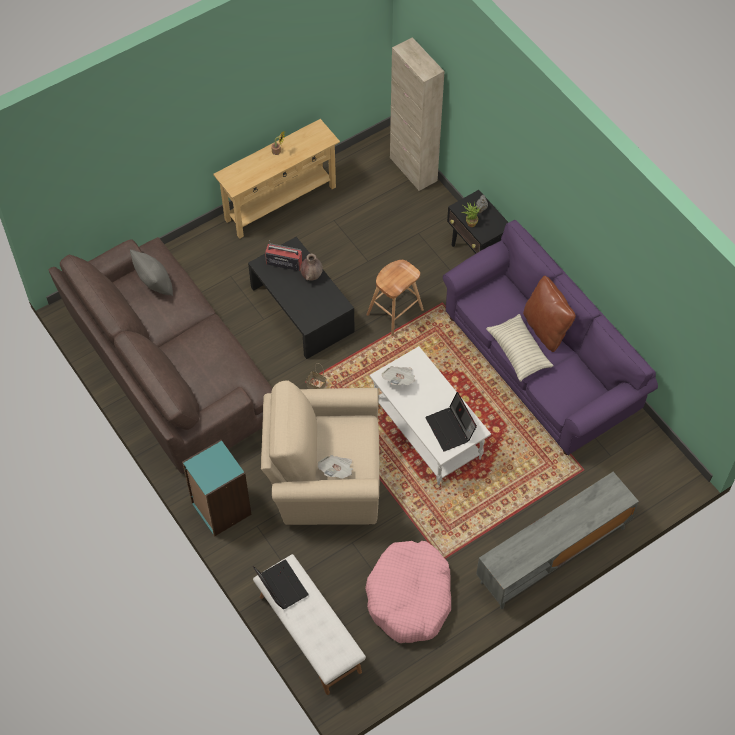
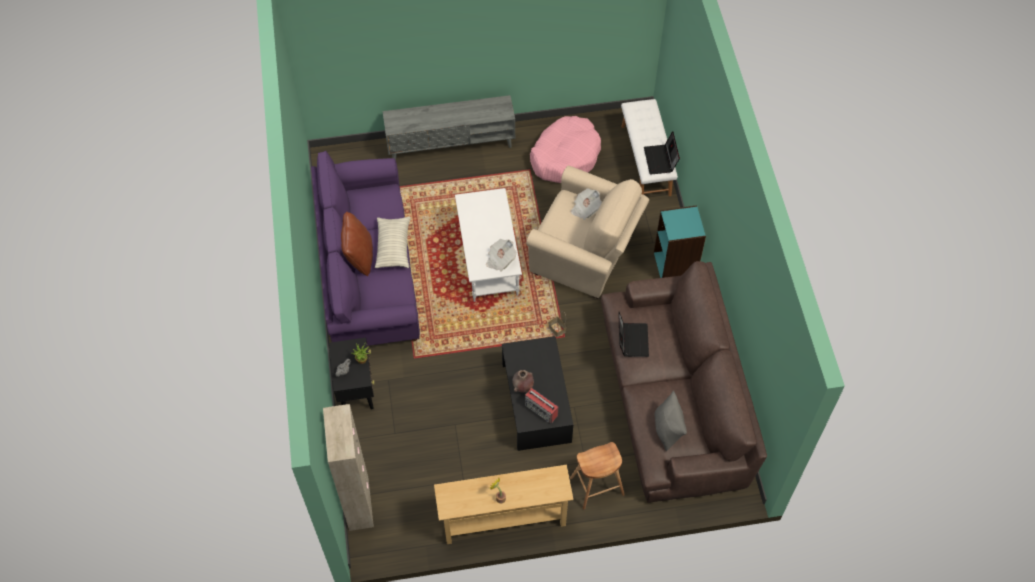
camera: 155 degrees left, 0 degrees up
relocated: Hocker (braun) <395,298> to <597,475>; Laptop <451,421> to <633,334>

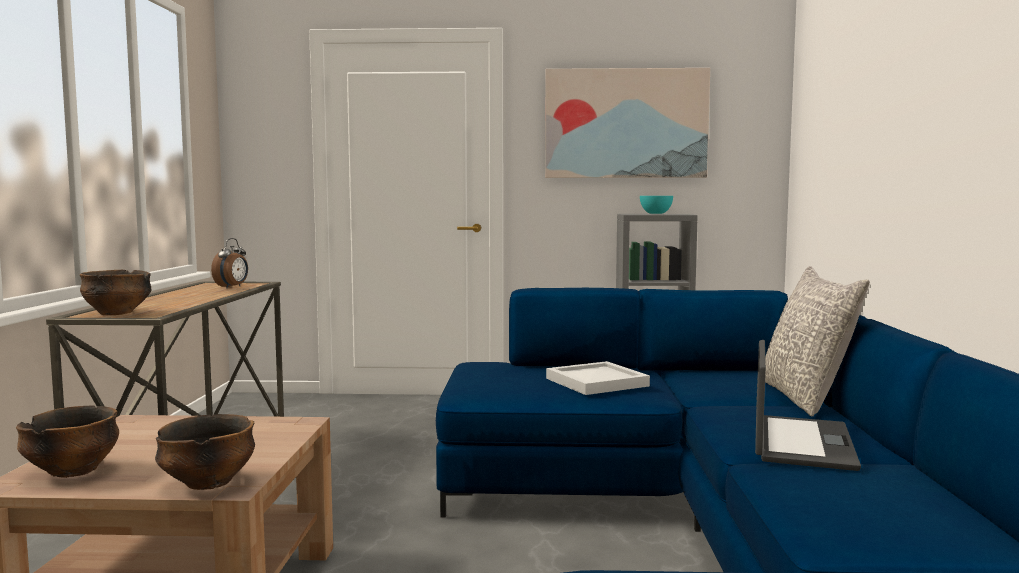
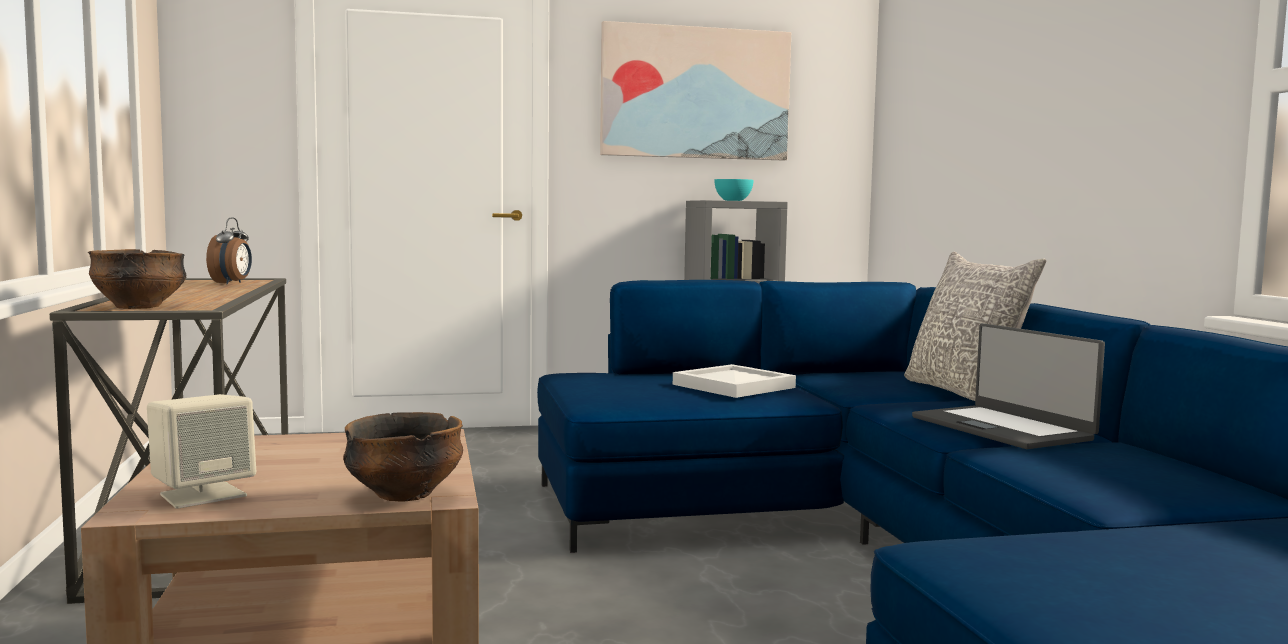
camera: 15 degrees left, 0 degrees up
exchanged: Schüssel <67,442> to Lautsprecher (beige) <201,451>
spun: Laptop <808,405> = <1008,386> 150 degrees clockwise

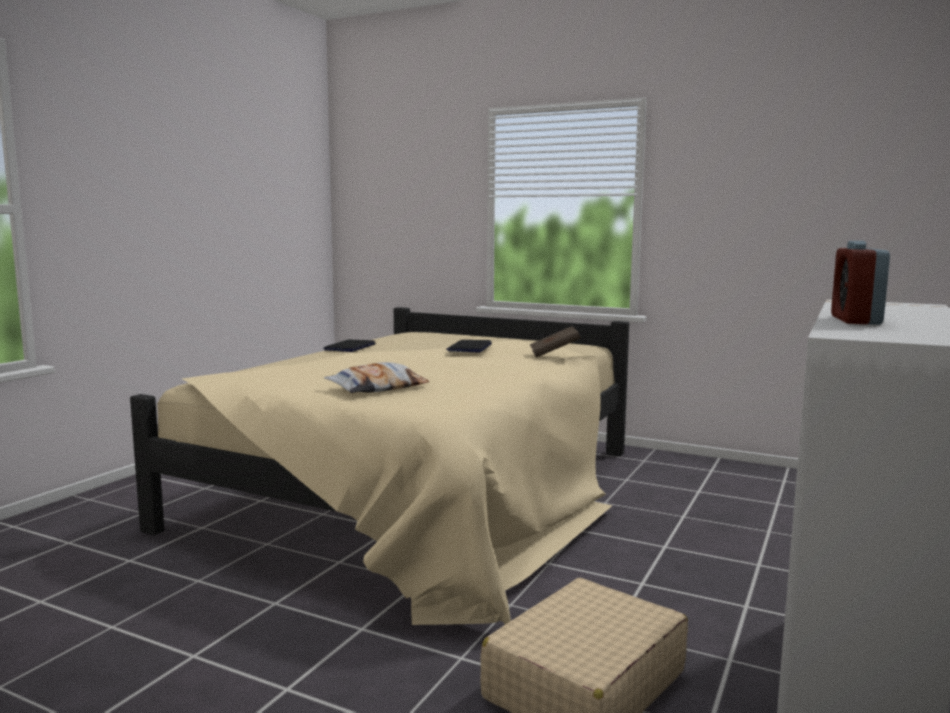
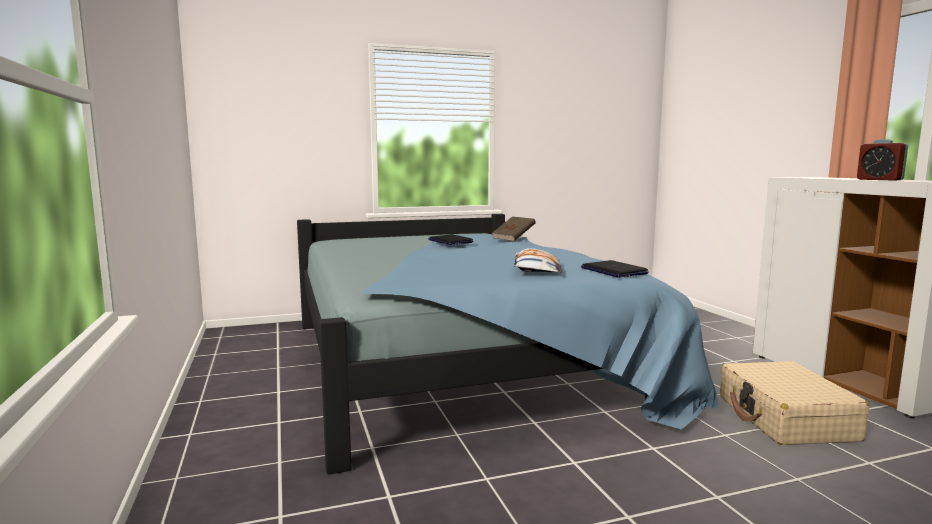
camera: 45 degrees left, 0 degrees up
relocated: Laptop <349,345> to <615,269>
colour: Bett (beige) <379,466> to Bett (blau) <508,344>

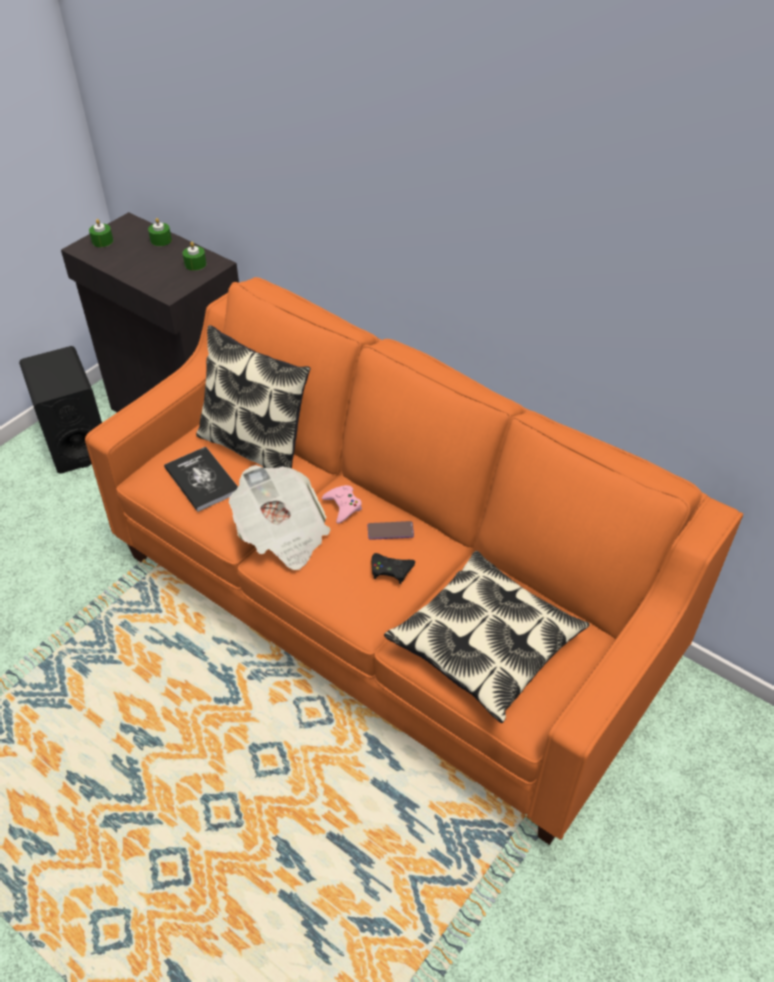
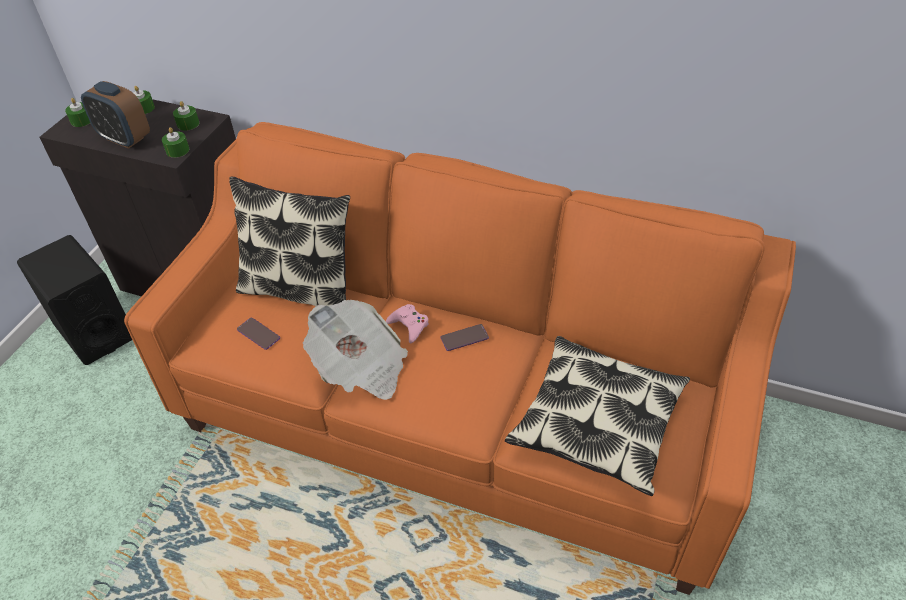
camera: 15 degrees left, 0 degrees up
missing: Gamepad (schwarz) <393,568>
appeared: Wecker <115,115>; Kerze (grün) <175,142>
exchanged: Buch <201,479> to Handy <258,334>

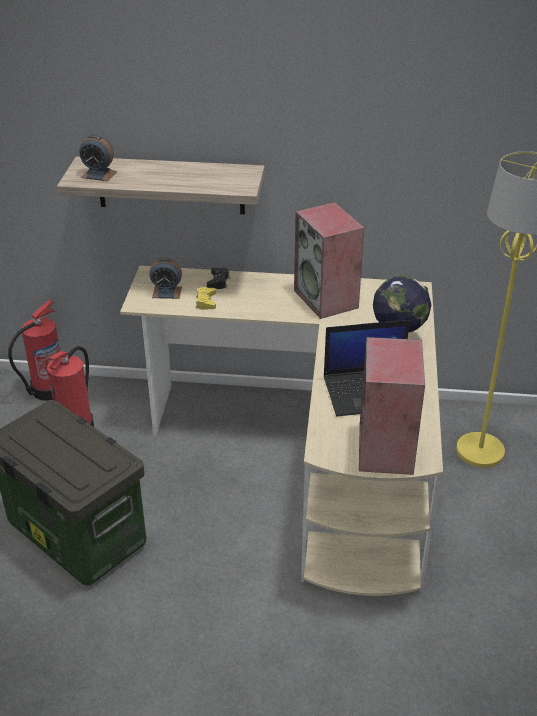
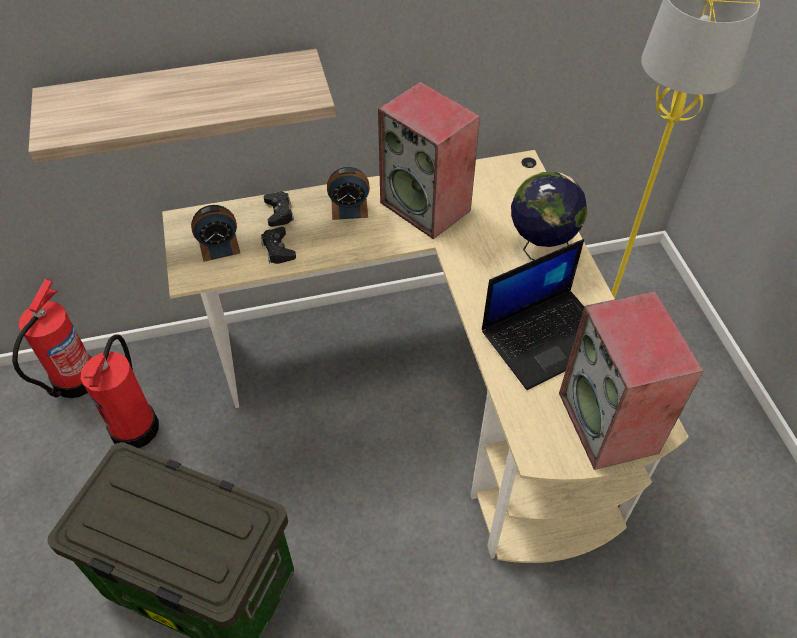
camera: 20 degrees left, 15 degrees up
relocated: Wecker <98,158> to <348,193>
colour: Gamepad (gelb) <206,298> to Gamepad (schwarz) <278,245>

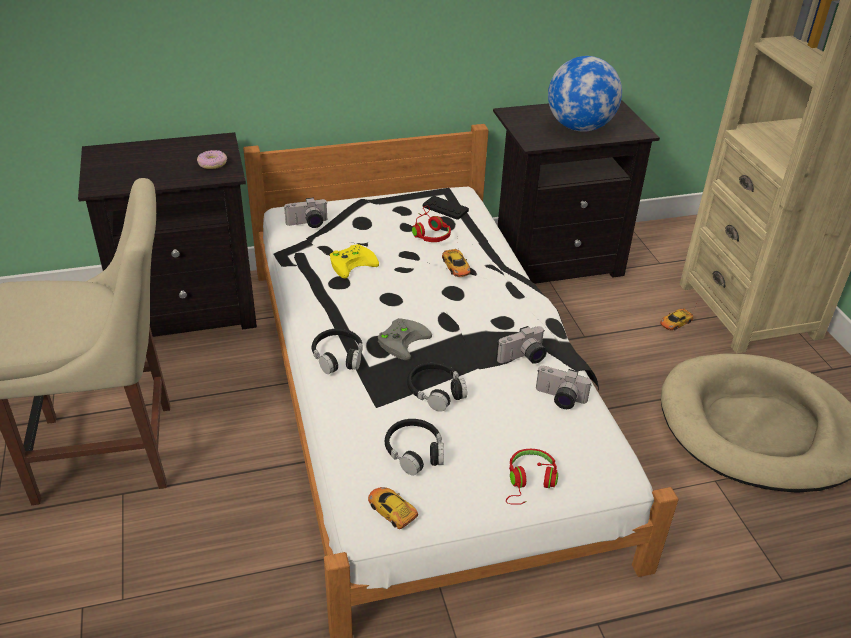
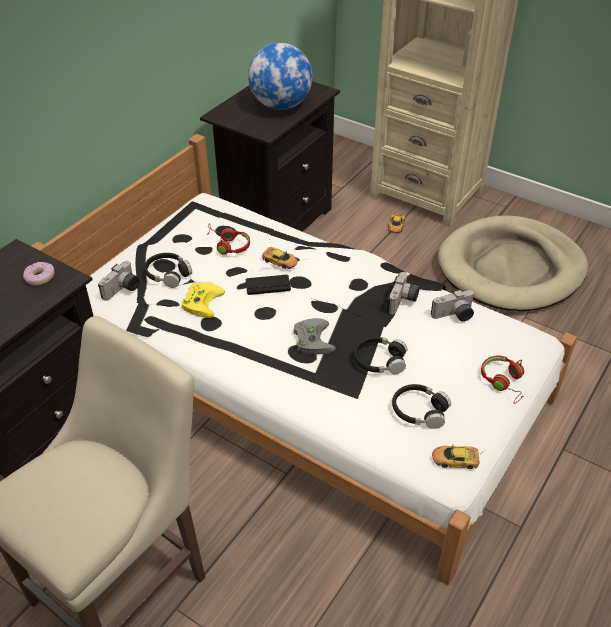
camera: 40 degrees left, 5 degrees up
relocated: Kopfhörer (schwarz) <337,351> to <168,270>; Gamepad (schwarz) <446,208> to <268,285>

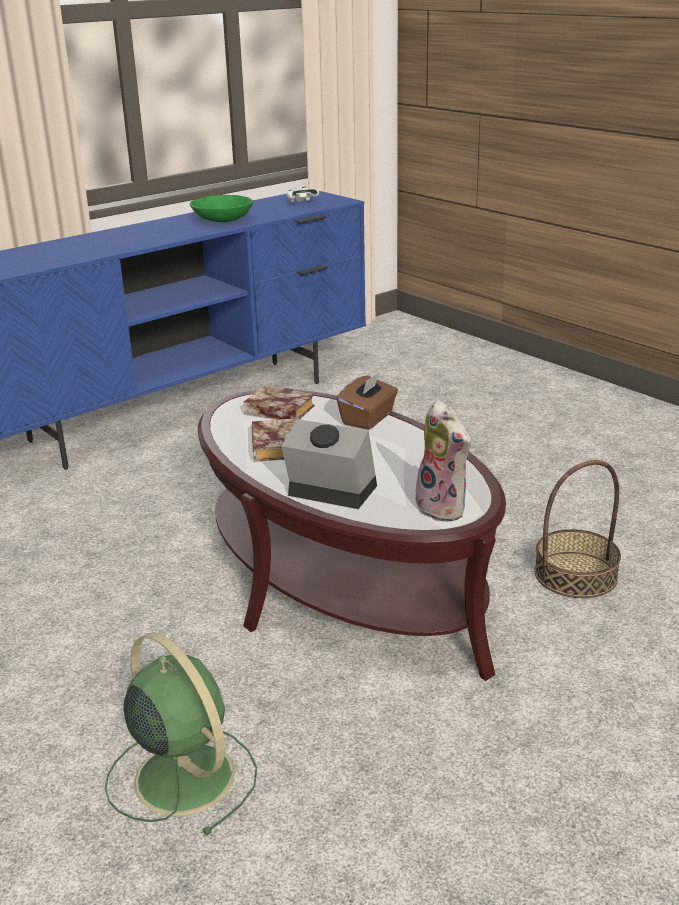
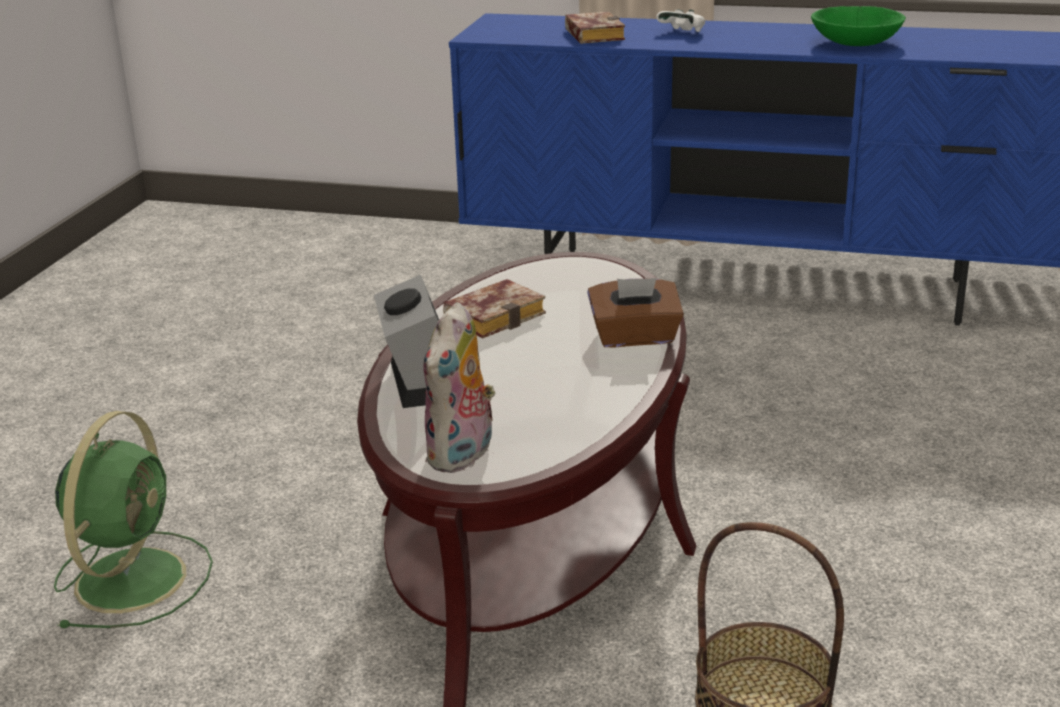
camera: 55 degrees right, 0 degrees up
relocated: Buch <279,403> to <595,27>; Gamepad (weiß) <303,194> to <680,20>

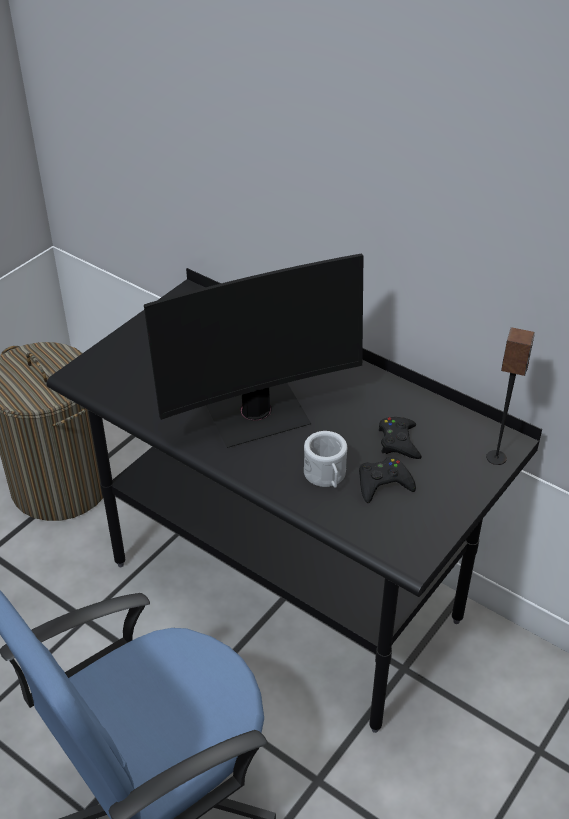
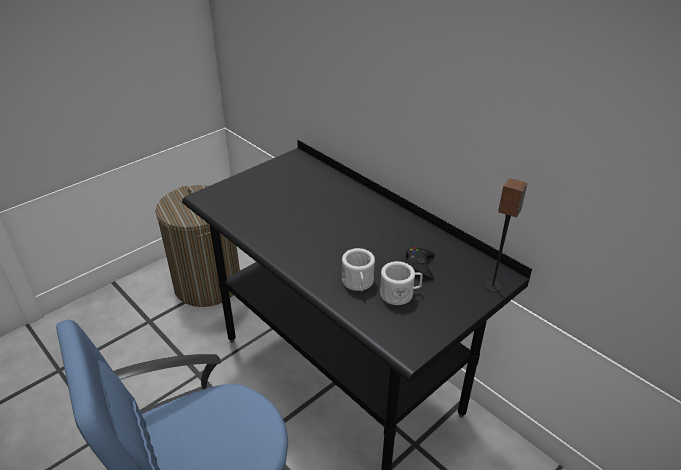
camera: 10 degrees right, 5 degrees down
missing: Monitor <253,350>
exchanged: Gamepad (schwarz) <387,480> to Henkelbecher (weiß) <401,283>

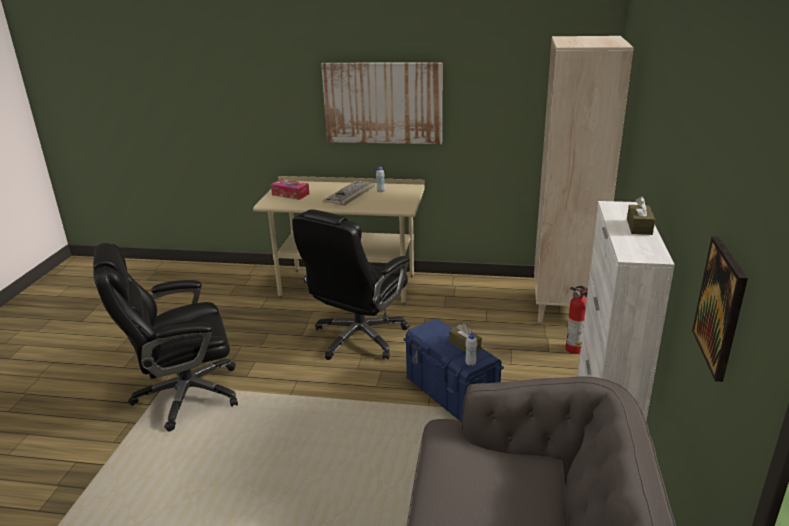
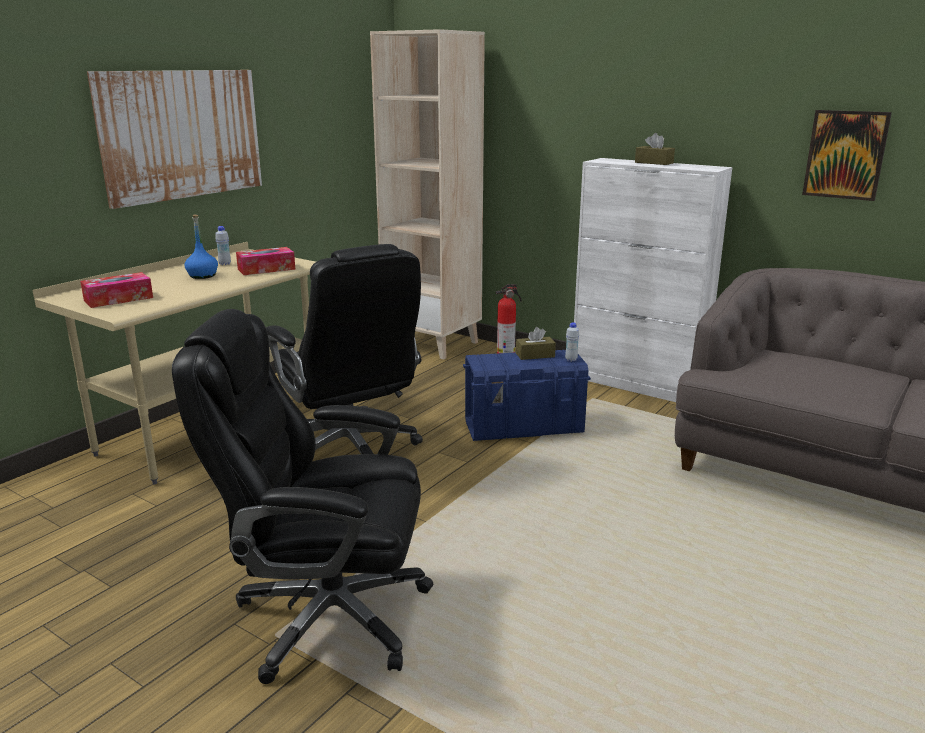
camera: 65 degrees left, 5 degrees down
appeared: Taschentuchbox <265,261>
exchanged: Tastatur <349,193> to Flasche (blau) <201,247>
spun: Bürostuhl (schwarz) <165,337> = <303,496> 90 degrees clockwise

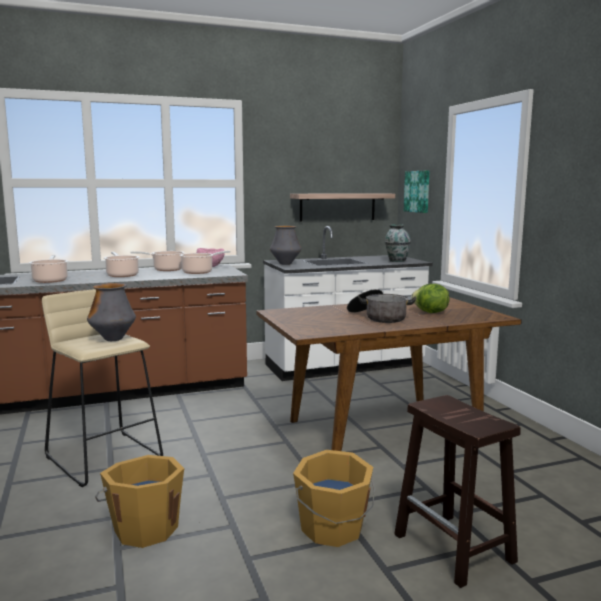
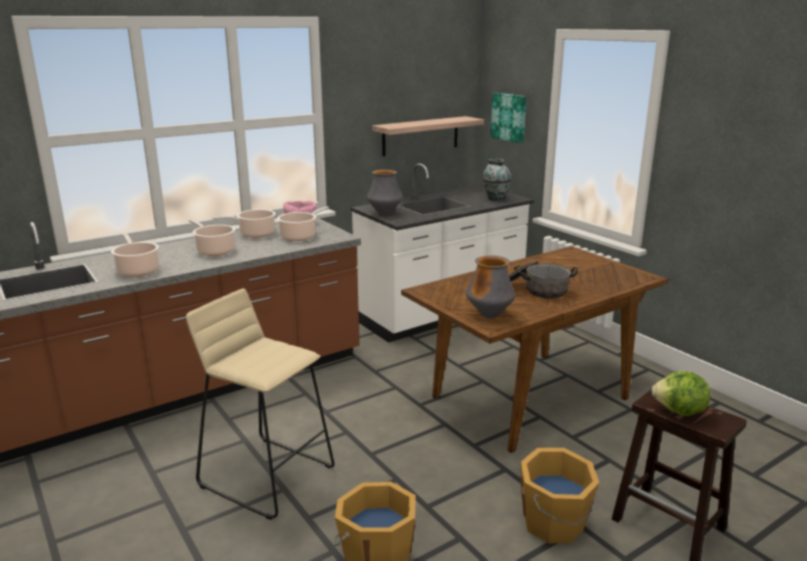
camera: 15 degrees left, 10 degrees up
relocated: Vase <111,312> to <491,286>; Salatkopf <430,298> to <681,393>

